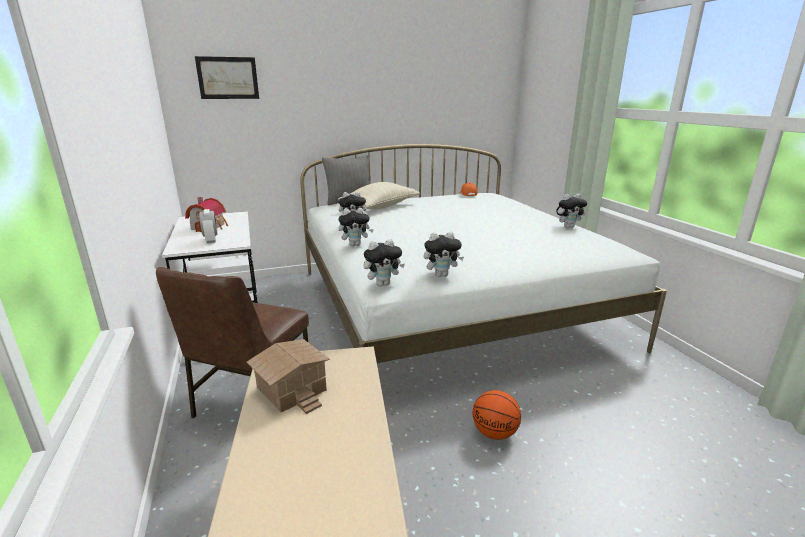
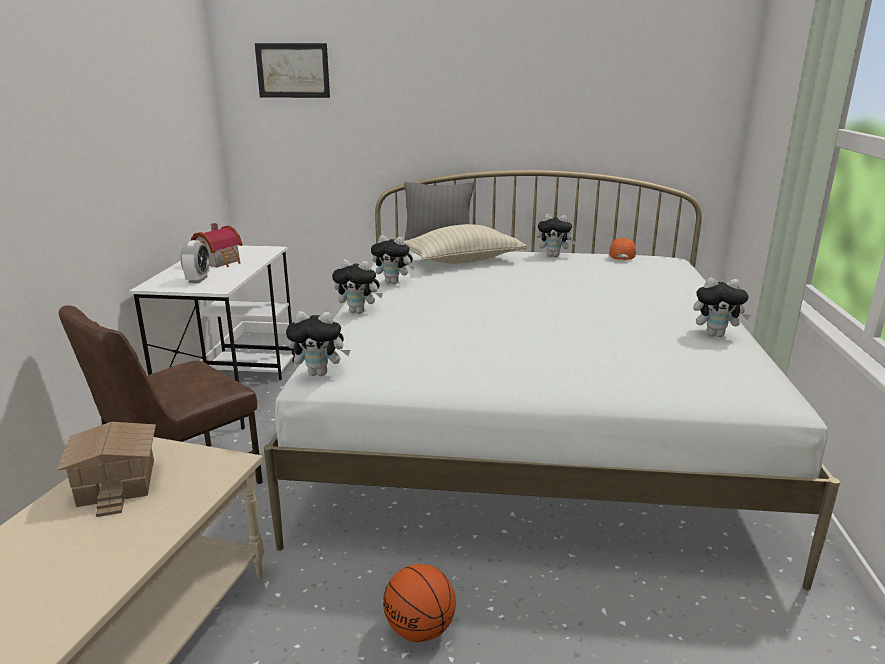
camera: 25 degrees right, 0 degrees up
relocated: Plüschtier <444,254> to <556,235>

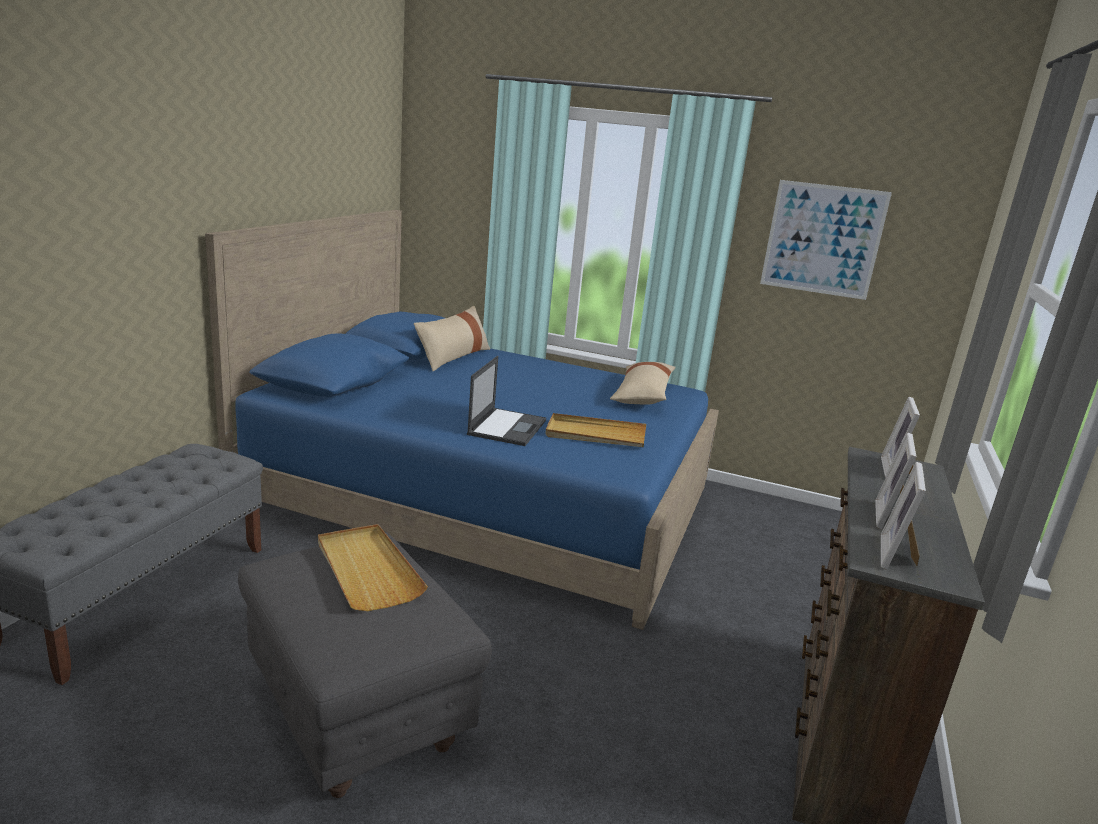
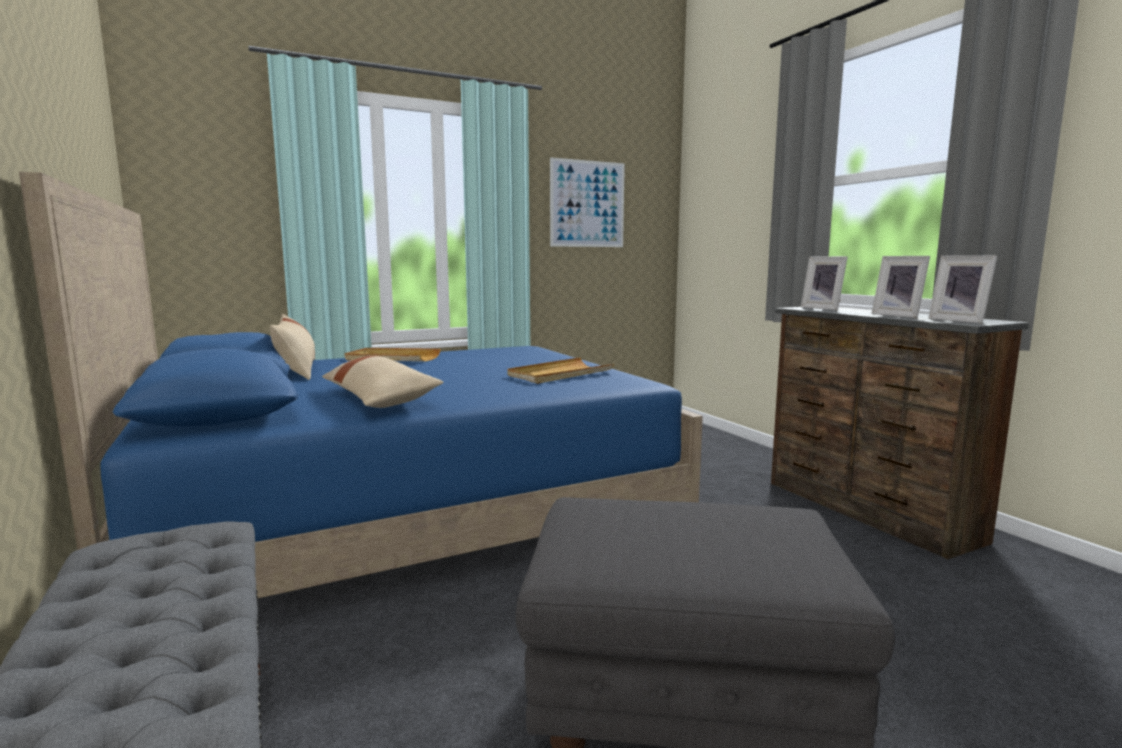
camera: 45 degrees left, 10 degrees down
missing: Laptop <506,401>
relocated: Tablett (beige) <373,567> to <392,355>; Kissen (beige) <643,383> to <383,382>

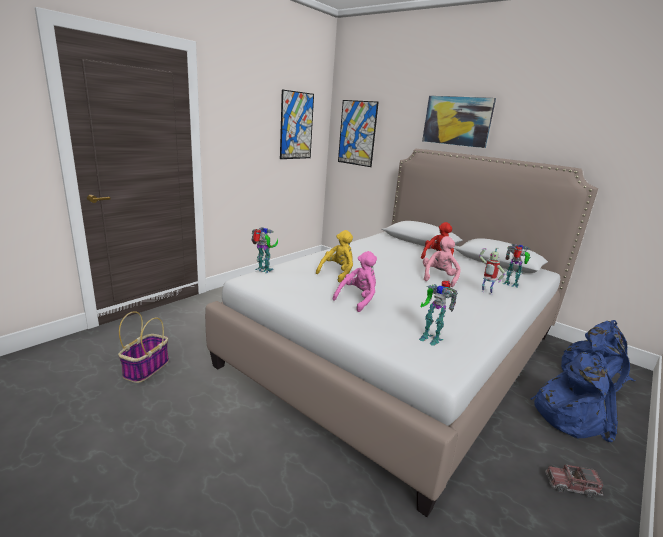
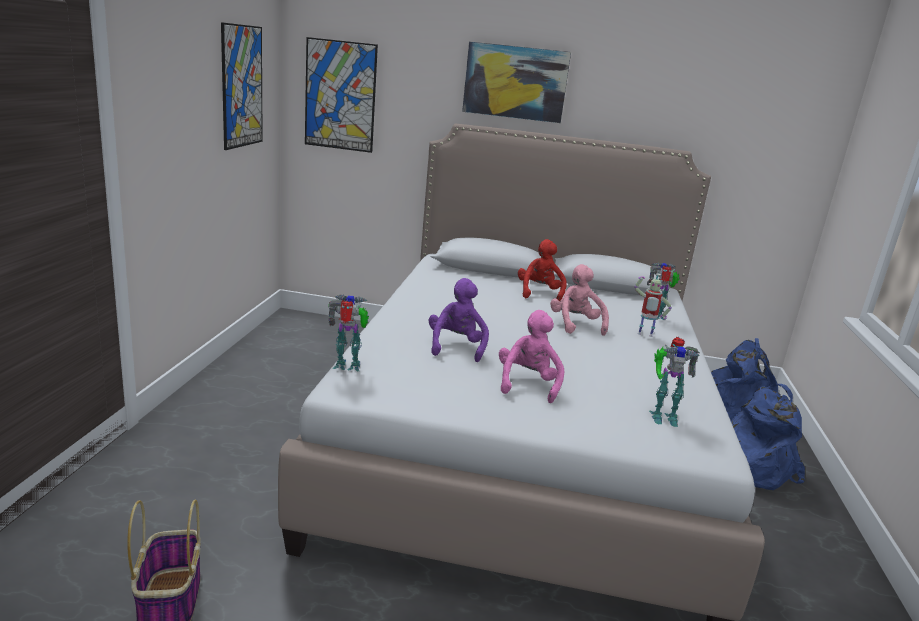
camera: 30 degrees left, 0 degrees up
missing: Spielzeuglaster <574,481>
colour: Plüschtier (gelb) <334,256> to Plüschtier (lila) <459,320>

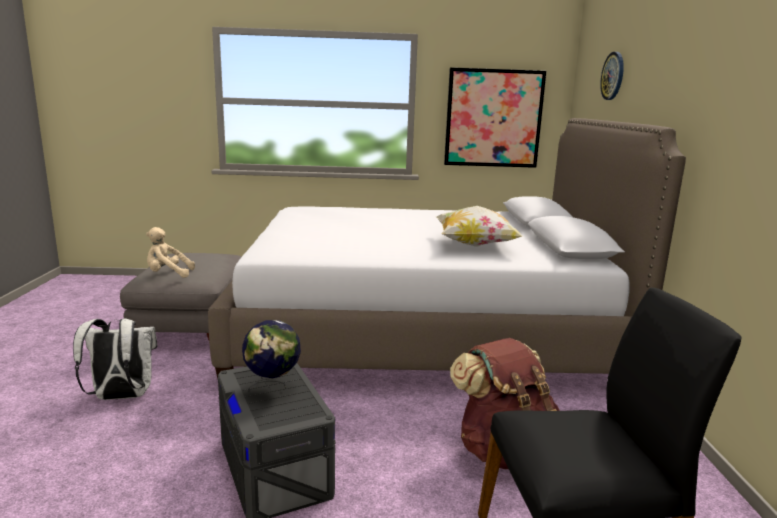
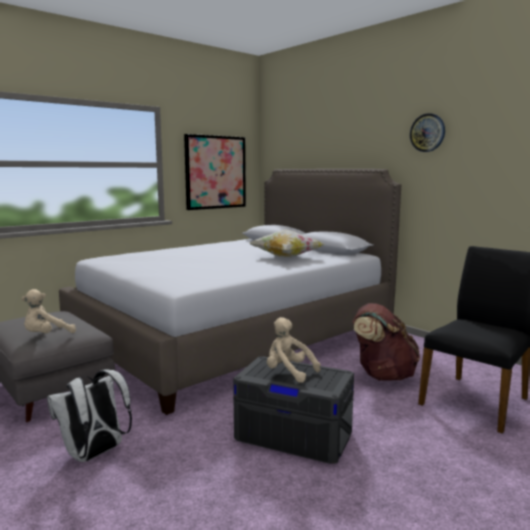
camera: 40 degrees left, 5 degrees down
relocated: Wanduhr <612,76> to <427,132>
exchanged: Globus <271,356> to Plüschtier (beige) <294,350>

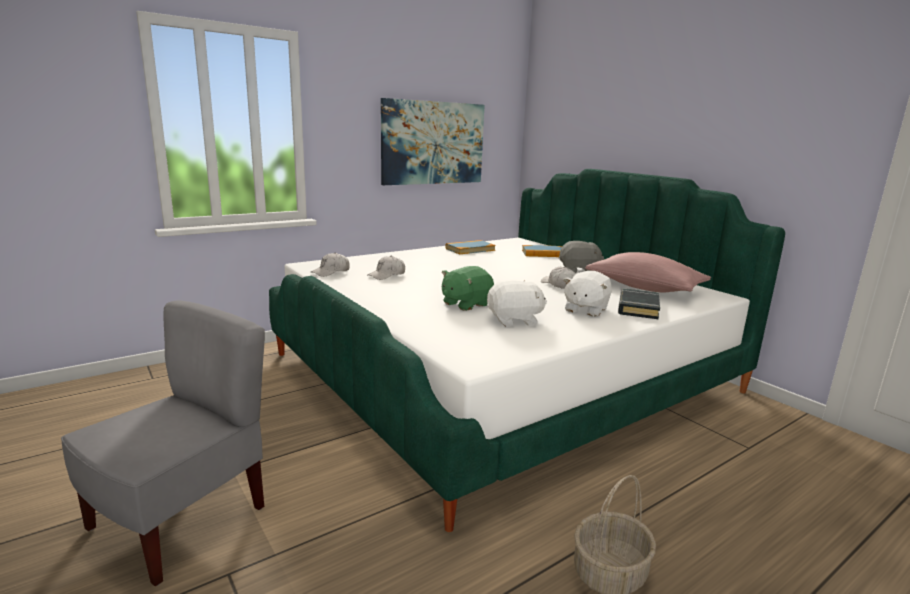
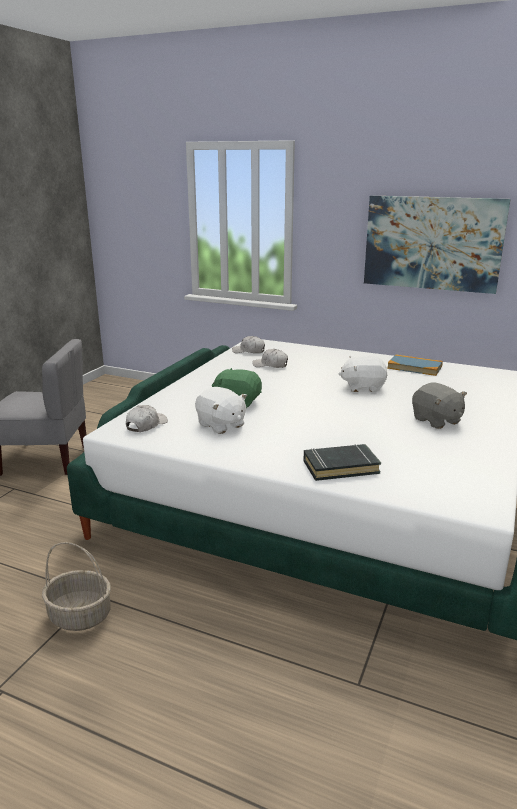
camera: 60 degrees right, 5 degrees up
missing: Buch <542,251>; Kissen (rosa) <648,272>
relocated: Kappe (weiß) <558,278> to <147,418>; Plüschtier (weiß) <587,294> to <362,374>

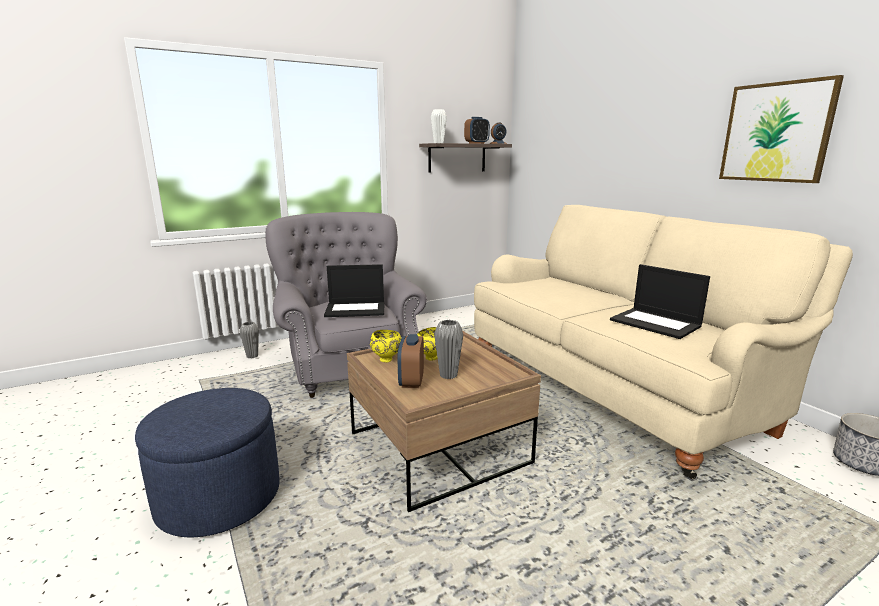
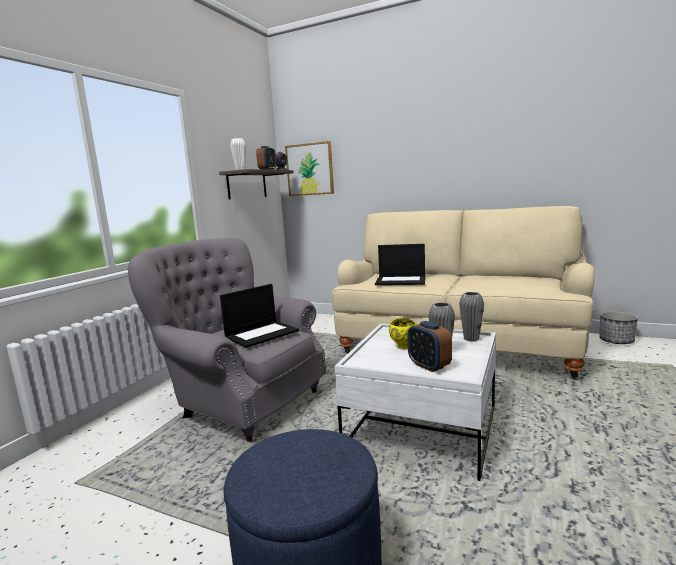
camera: 35 degrees left, 5 degrees down
missing: Schüssel (gelb) <386,346>
relocated: Vase (grau) <249,340> to <471,317>; Laptop <660,301> to <400,264>; Bild <781,129> to <309,168>
colour: Couchtisch (braun) <444,421> to Couchtisch (weiß) <415,402>

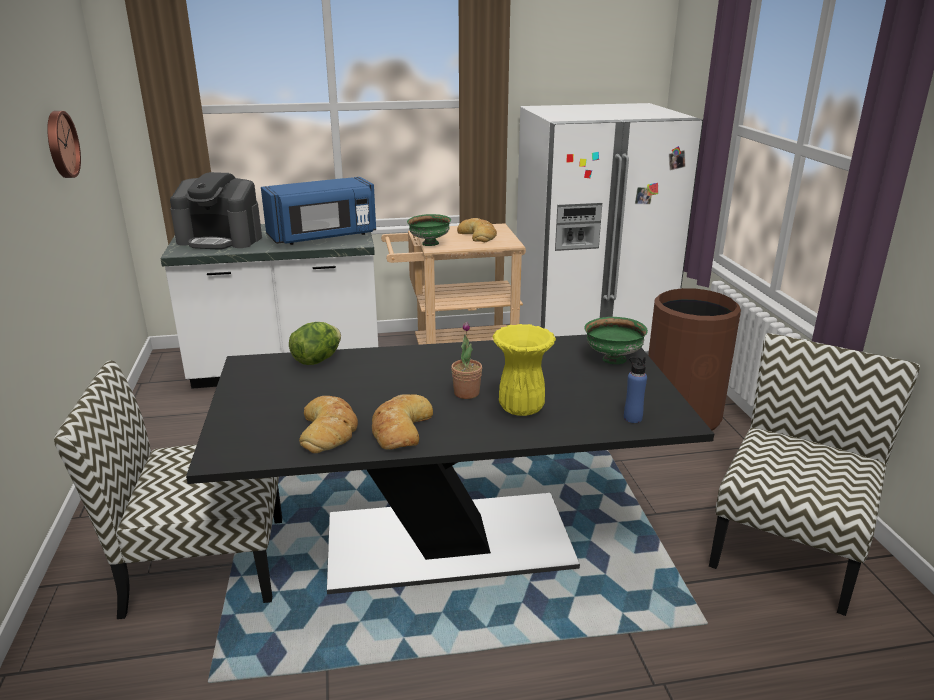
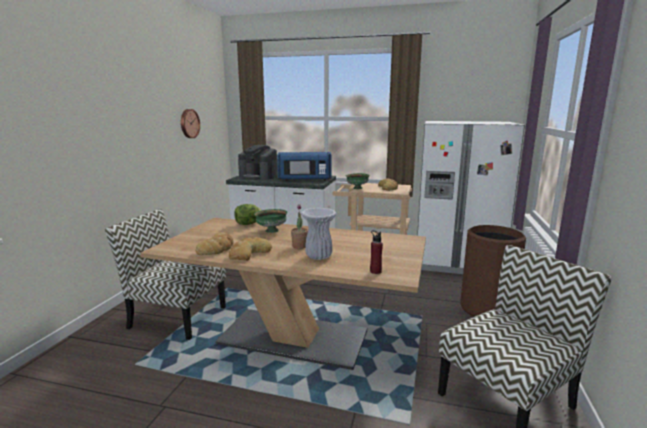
camera: 25 degrees right, 10 degrees down
relocated: Schüssel (grün) <616,340> to <270,221>
colour: Esstisch (schwarz) <450,464> to Esstisch (beige) <283,294>; Vase (gelb) <524,370> to Vase (weiß) <319,234>; Flasche (blau) <635,389> to Flasche (rot) <376,252>

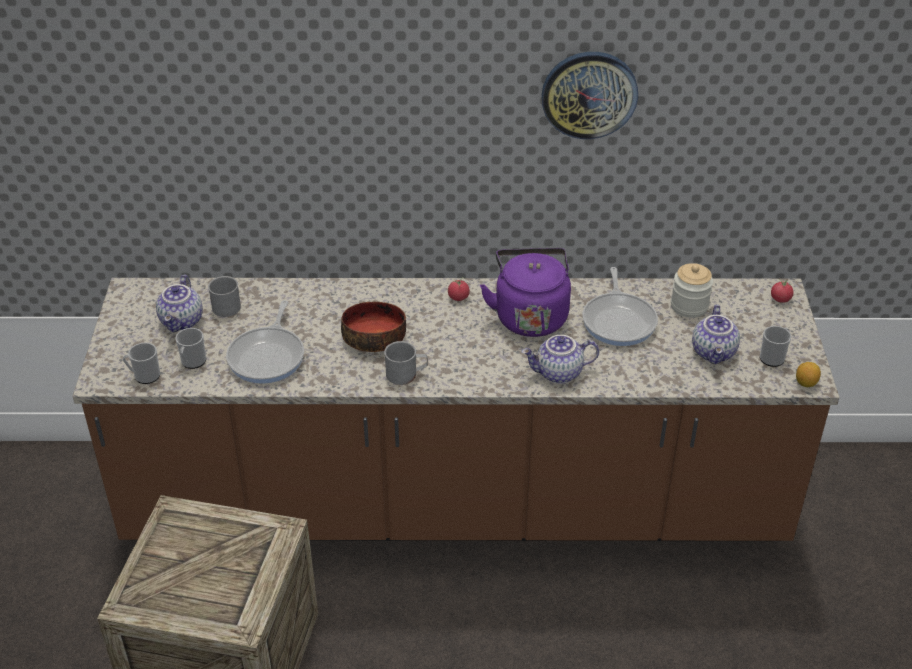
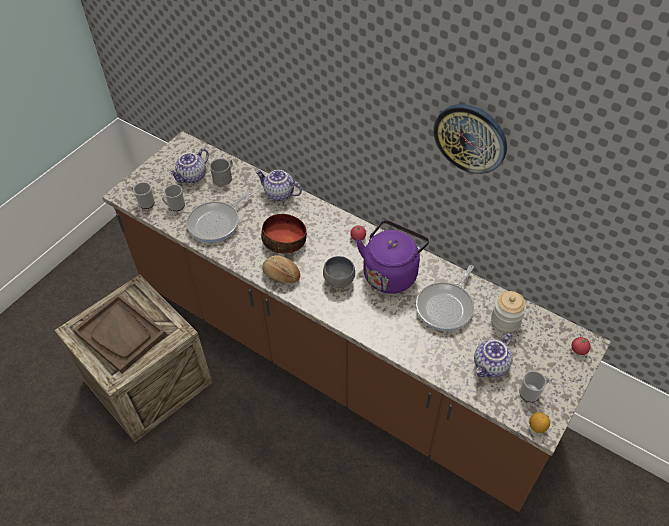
camera: 35 degrees right, 10 degrees up
appeared: Tablett (braun) <119,333>; Schüssel (grau) <339,272>
relocated: Teekanne <560,359> to <278,185>
exchanged: Henkelbecher (grau) <406,363> to Brot <281,269>

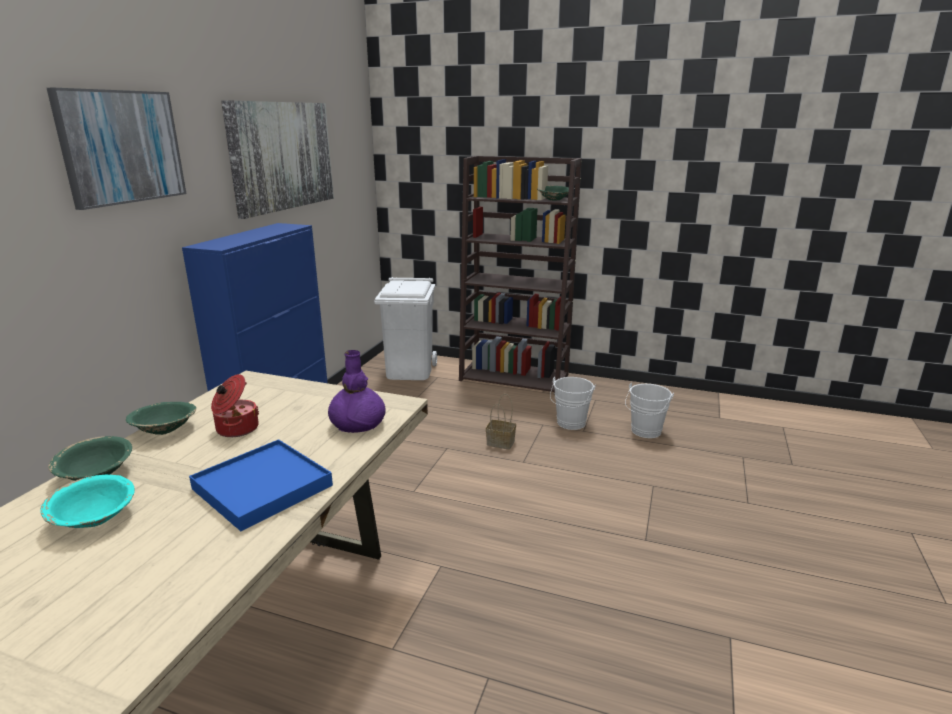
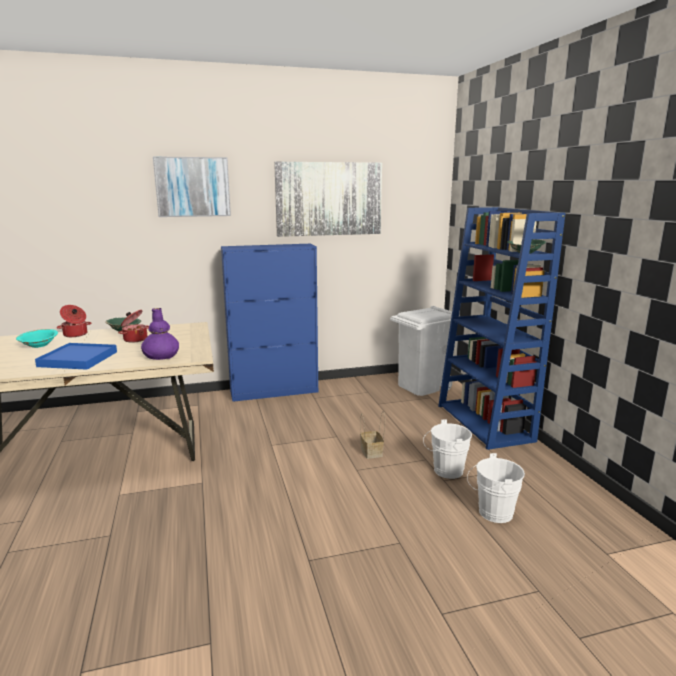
camera: 55 degrees right, 5 degrees down
exchanged: Schüssel (grün) <90,458> to Kochtopf <74,321>
colour: Bücherregal (braun) <520,275> to Bücherregal (blau) <502,328>

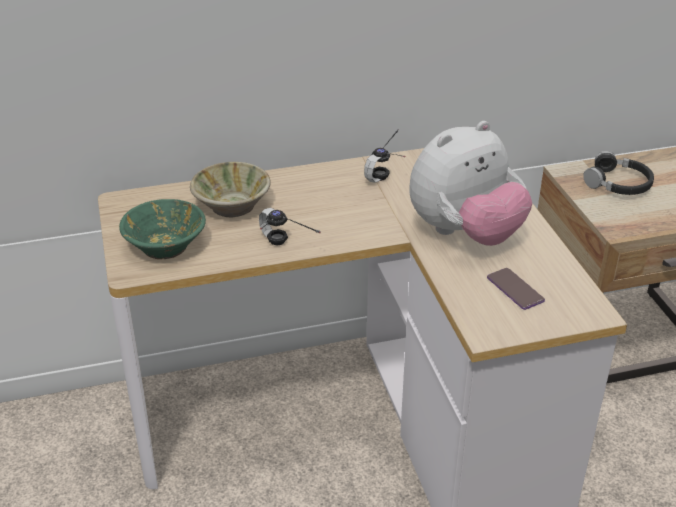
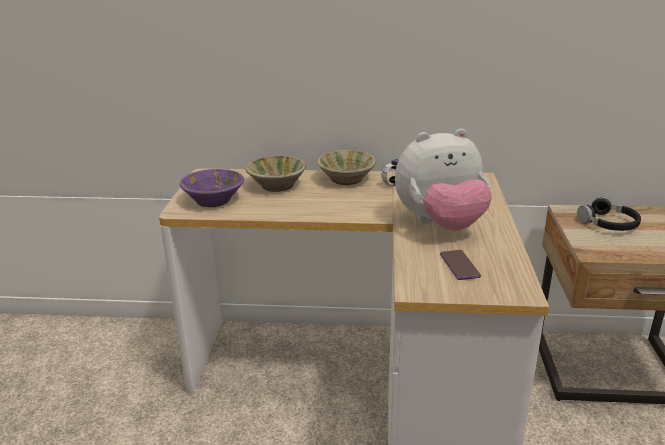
camera: 20 degrees right, 10 degrees down
missing: Kopfhörer <290,227>
appeared: Schüssel (beige) <346,167>
colour: Schüssel (grün) <162,229> to Schüssel (lila) <212,188>

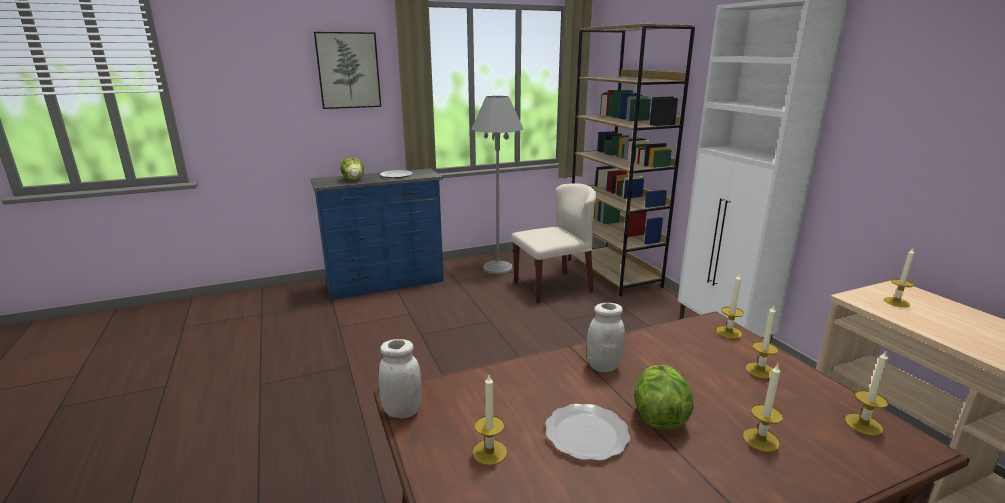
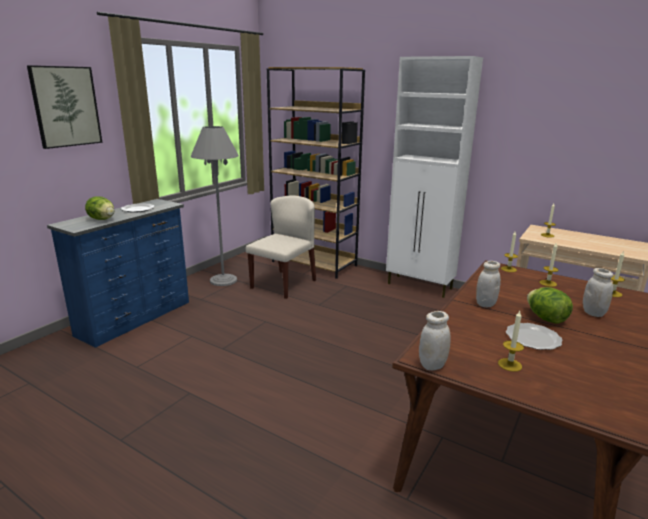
camera: 35 degrees left, 0 degrees up
exchanged: Kerze <763,408> to Vorratsglas (weiß) <598,292>

